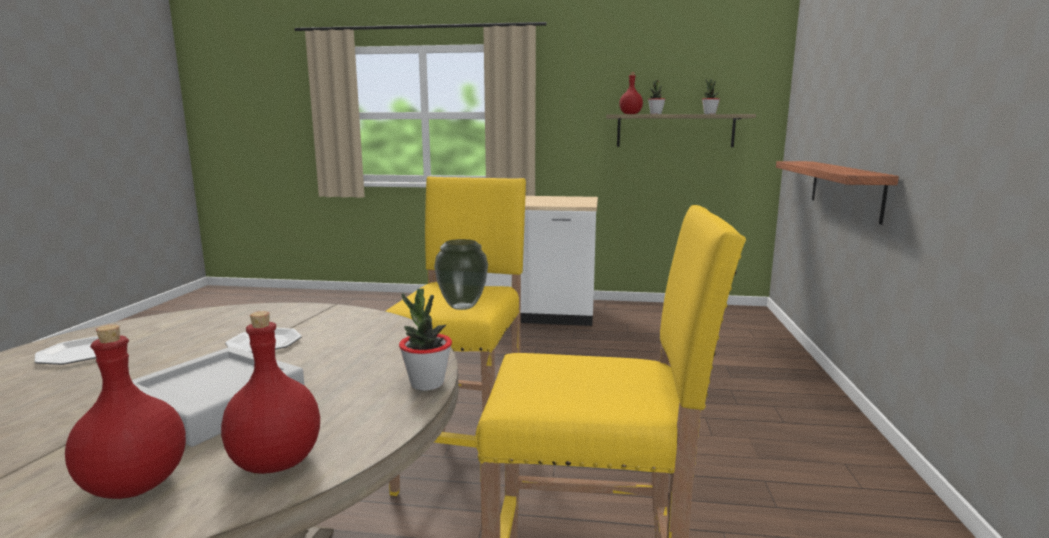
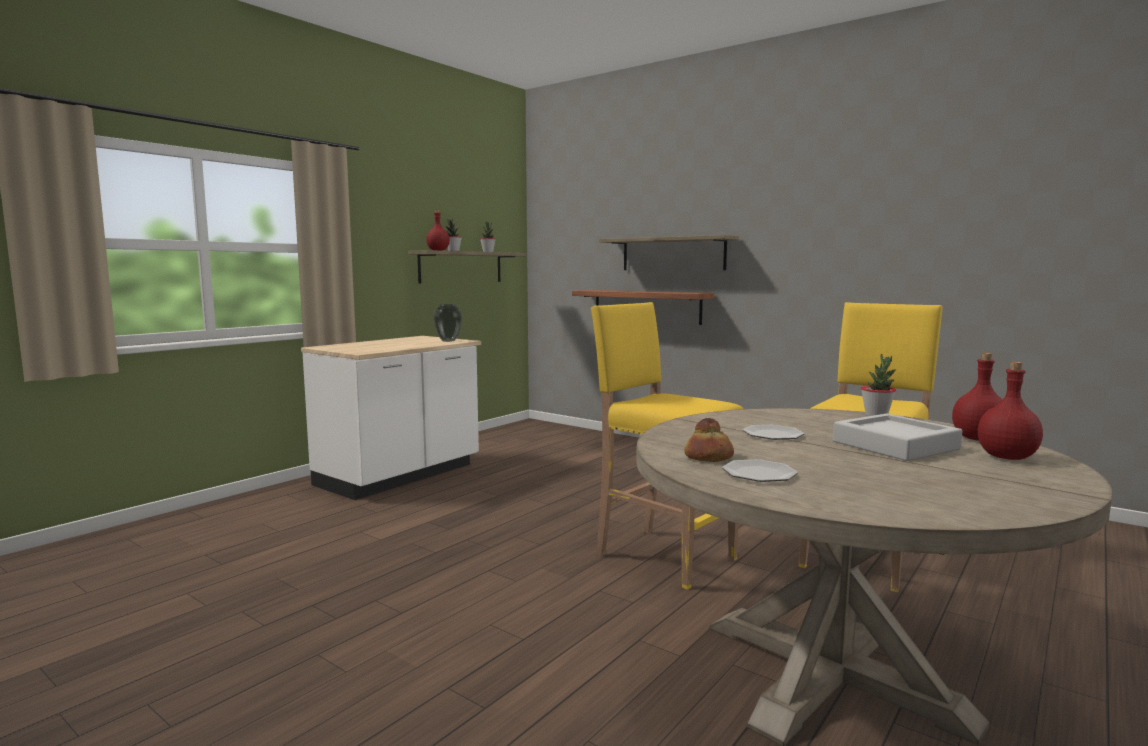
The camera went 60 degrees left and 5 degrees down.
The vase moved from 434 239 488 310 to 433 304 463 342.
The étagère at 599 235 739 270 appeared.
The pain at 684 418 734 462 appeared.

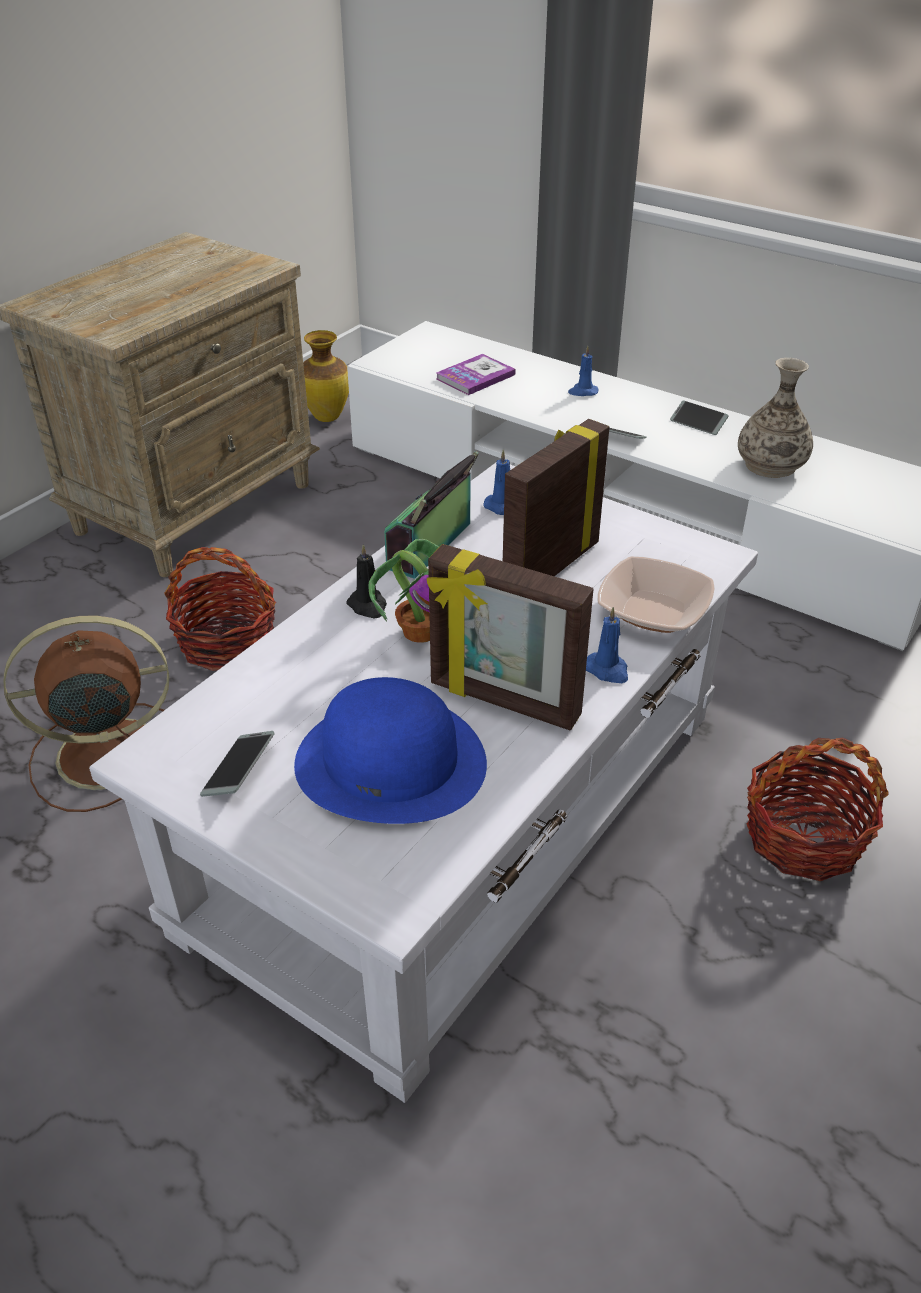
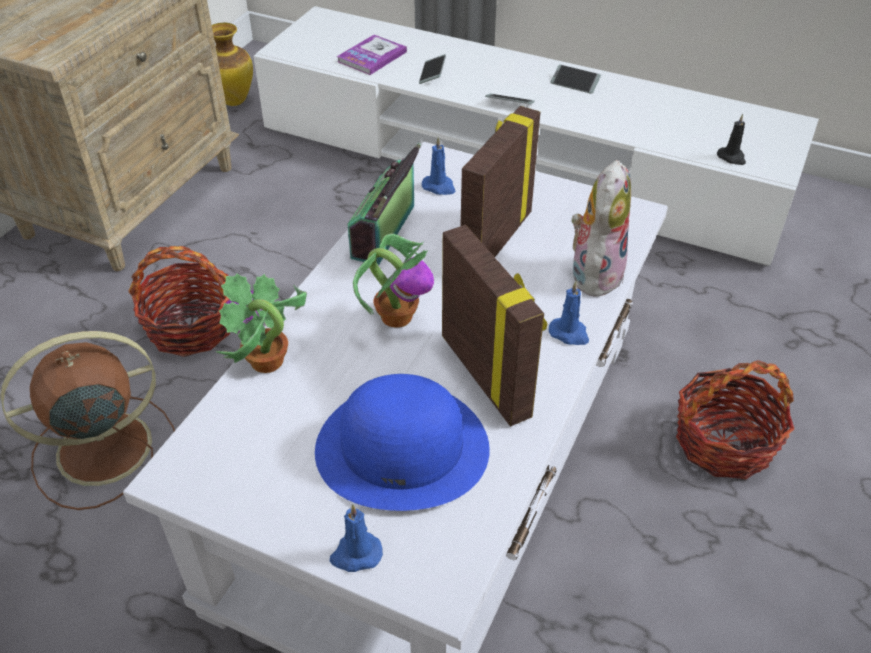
The camera went 10 degrees left and 5 degrees up.
The plante en pot at 215 273 307 373 appeared.
The bougie/bleu moved from 568 346 598 396 to 330 504 383 572.
The téléphone moved from 200 731 275 797 to 419 54 446 84.
The cadre photo at 427 544 593 731 turned 135 degrees counterclockwise.
The bol at 598 556 715 633 was replaced by the peluche at 571 160 631 297.
The bougie/noir moved from 346 544 387 619 to 717 114 746 165.
The vase at 738 358 813 478 disappeared.

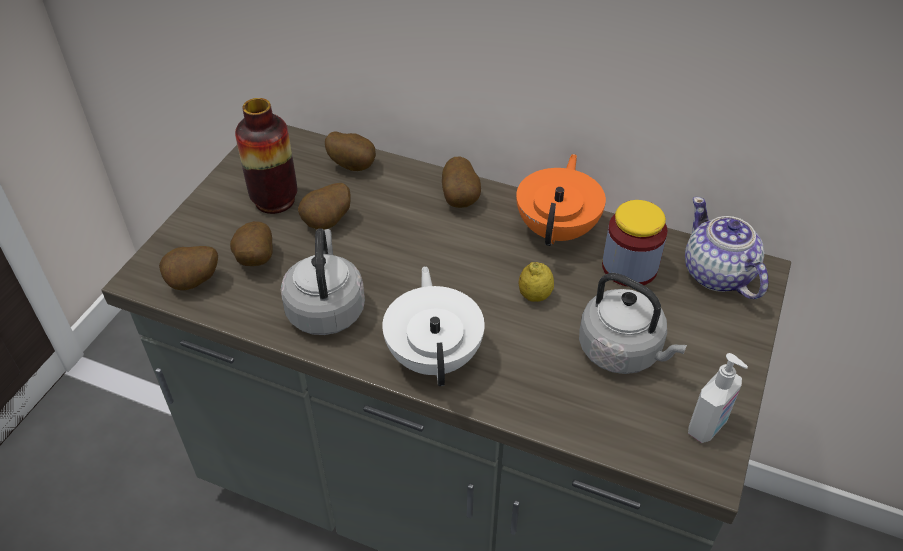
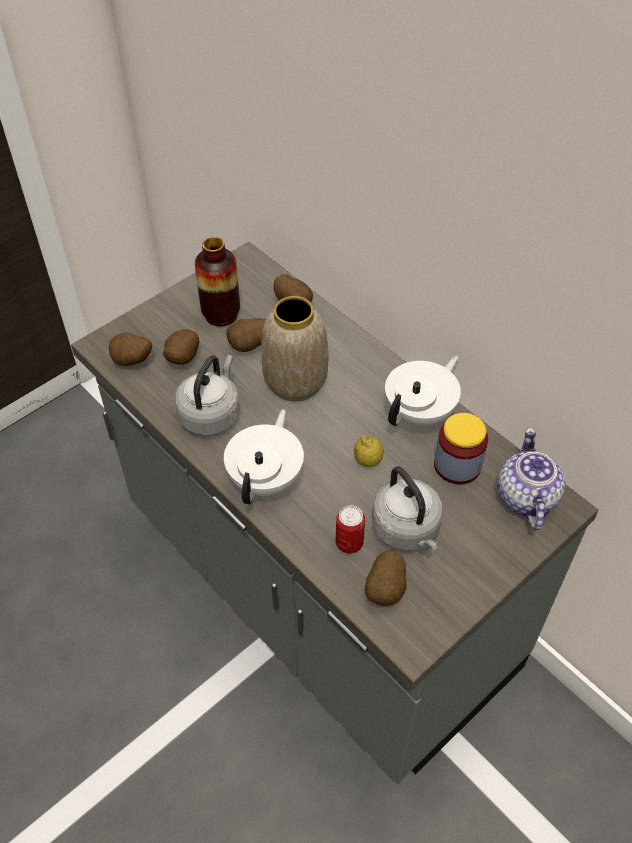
The camera went 25 degrees right and 5 degrees up.
The vase at 261 296 328 402 appeared.
The boîte métallique at 336 505 365 554 appeared.
The pomme de terre moved from 442 156 481 208 to 365 550 407 606.
The théière/orange at 516 154 606 246 became the théière/blanc at 385 356 461 427.
The distributeur de savon at 688 353 748 443 disappeared.

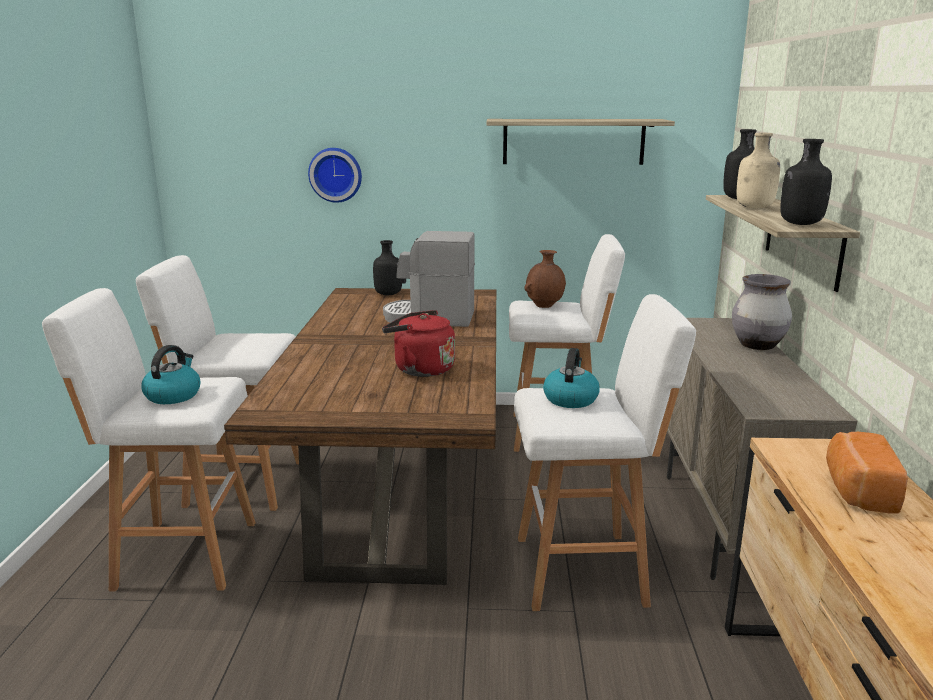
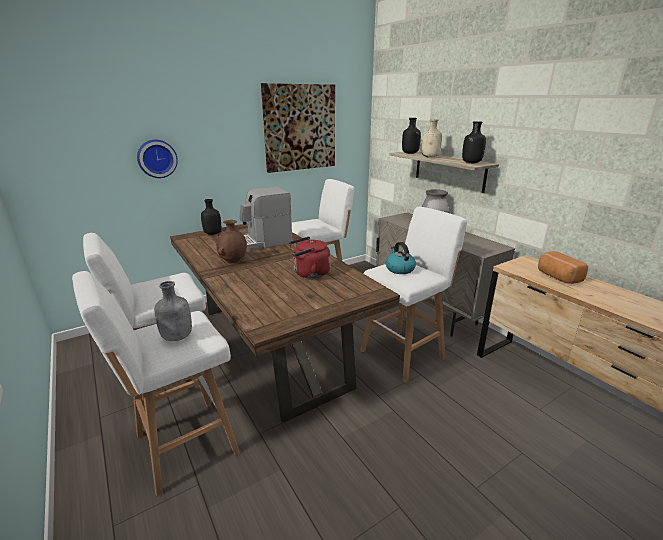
The camera went 35 degrees left and 5 degrees up.
The bouilloire at 141 345 200 404 was replaced by the bouteille/gris at 154 281 192 341.
The vase/marron moved from 524 250 566 308 to 216 220 247 264.
The étagère at 486 119 675 165 was replaced by the tableau at 261 83 335 173.

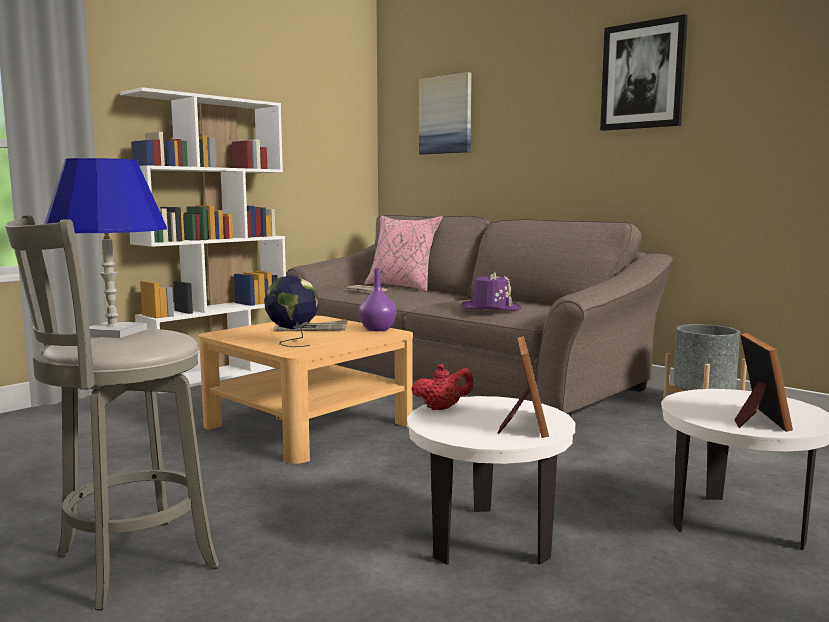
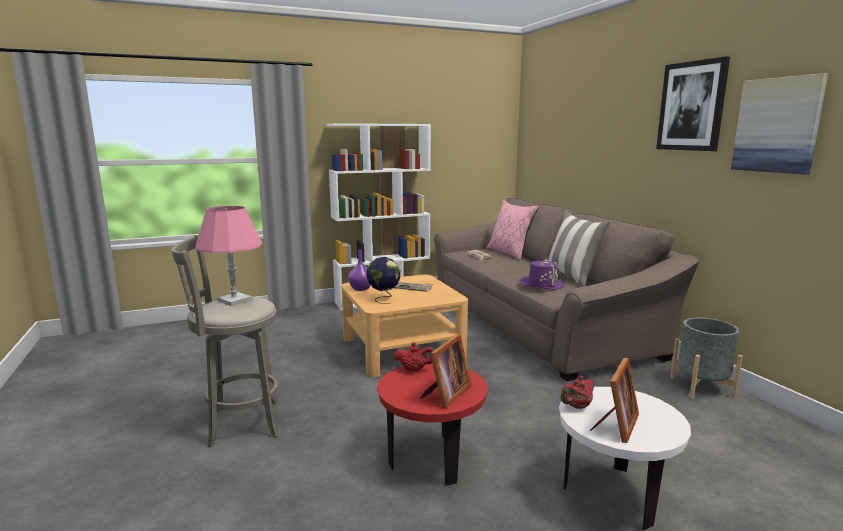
The camera went 25 degrees right and 5 degrees up.
The lampe de table/bleu at 44 158 167 338 became the lampe de table/rose at 195 206 262 306.
The vase/violet moved from 359 268 396 331 to 348 249 371 291.
The table d'appoint/blanc at 407 396 575 565 became the table d'appoint/rouge at 377 363 487 486.
The coussin at 548 211 610 287 appeared.
The théière/rouge at 561 376 594 409 appeared.
The tableau moved from 419 72 472 155 to 731 73 828 175.

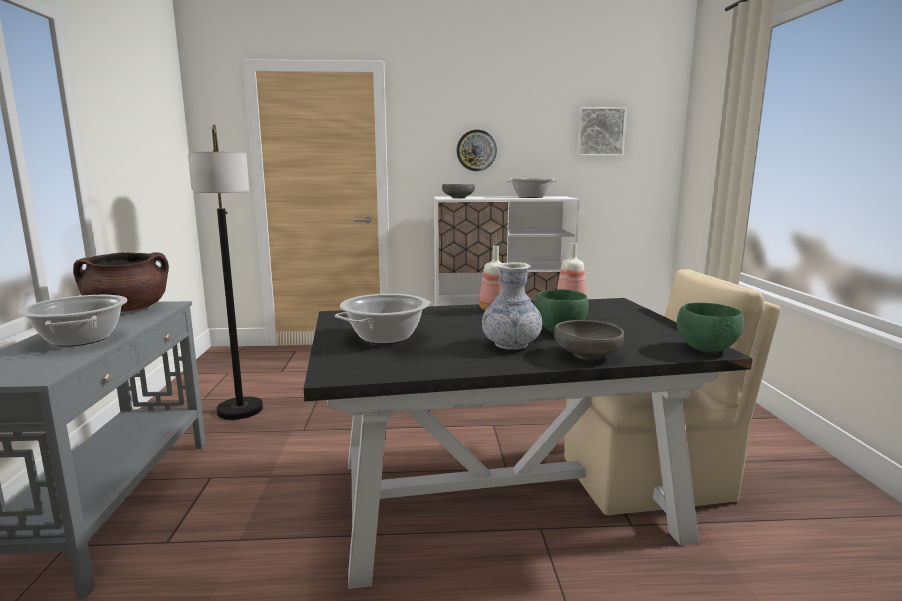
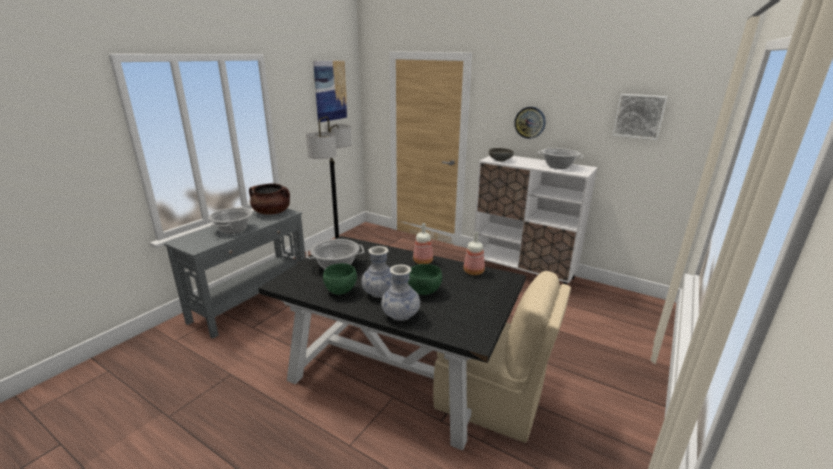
The camera went 35 degrees right and 10 degrees up.
The tableau at 313 61 348 122 appeared.
The bol/vert moved from 677 303 744 352 to 323 263 357 295.
The bol/gris at 554 320 624 360 was replaced by the vase at 381 264 420 321.

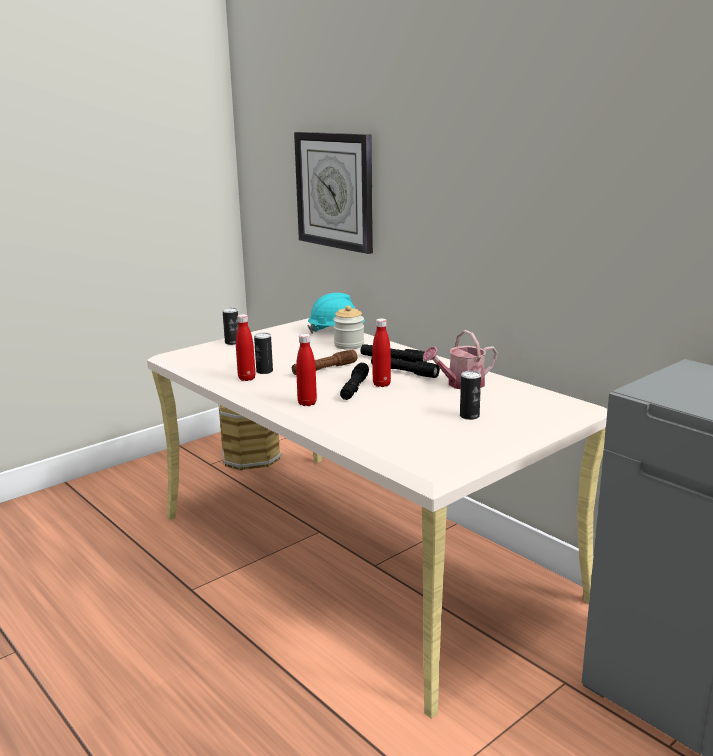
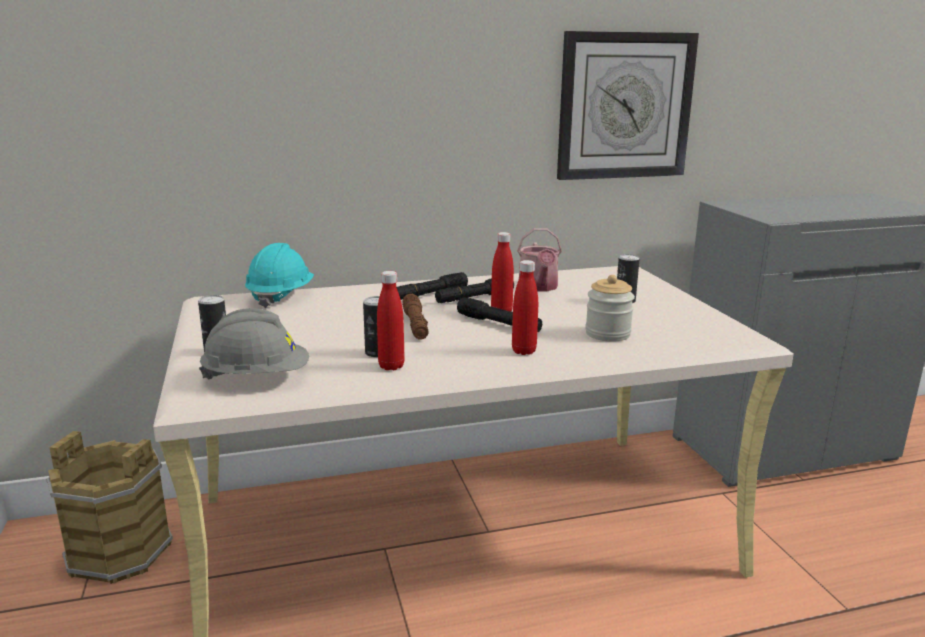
The camera went 65 degrees left and 0 degrees up.
The casque de chantier/gris at 199 308 309 380 appeared.
The horloge murale moved from 294 132 373 254 to 557 31 699 180.
The bocal moved from 333 305 364 350 to 585 275 635 342.

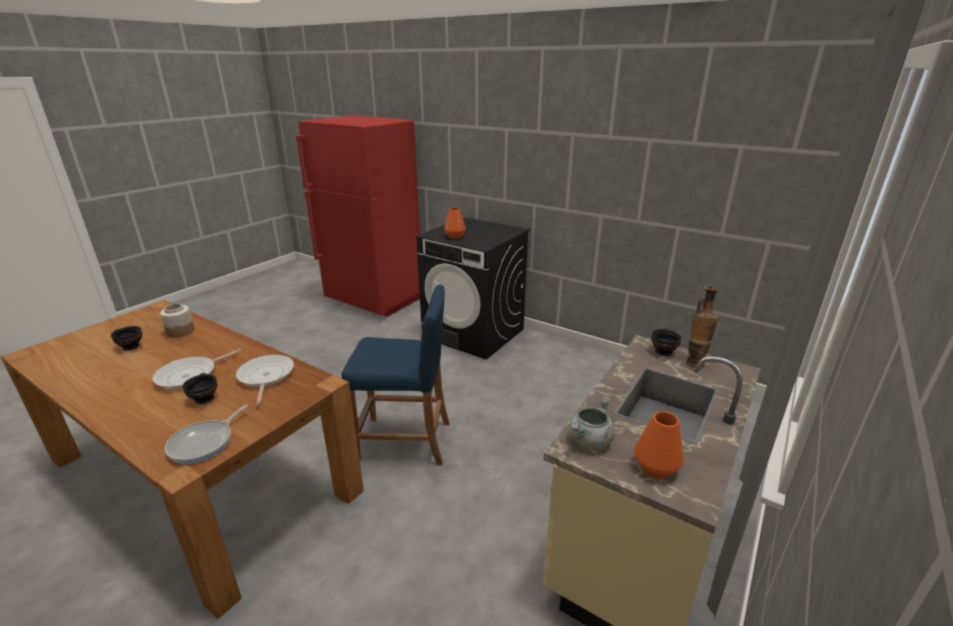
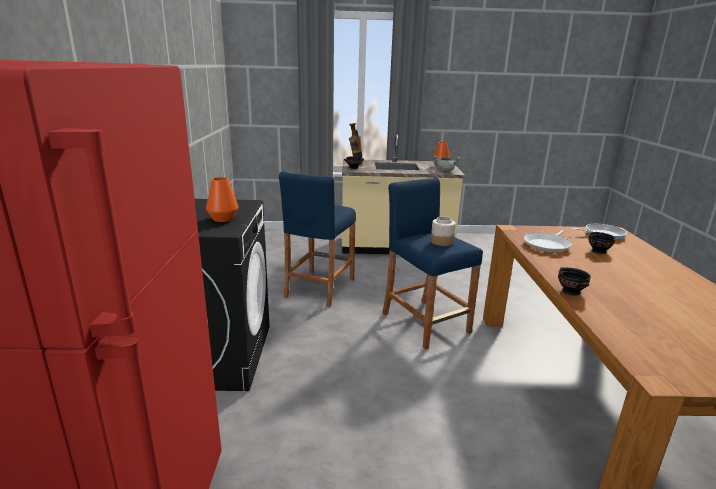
The camera went 125 degrees left and 5 degrees down.
The tabouret/bleu at 279 171 356 307 appeared.
The bocal moved from 160 303 195 337 to 431 216 456 246.
The bol/noir moved from 111 326 142 350 to 558 267 591 295.
The poêle at 152 349 241 389 disappeared.

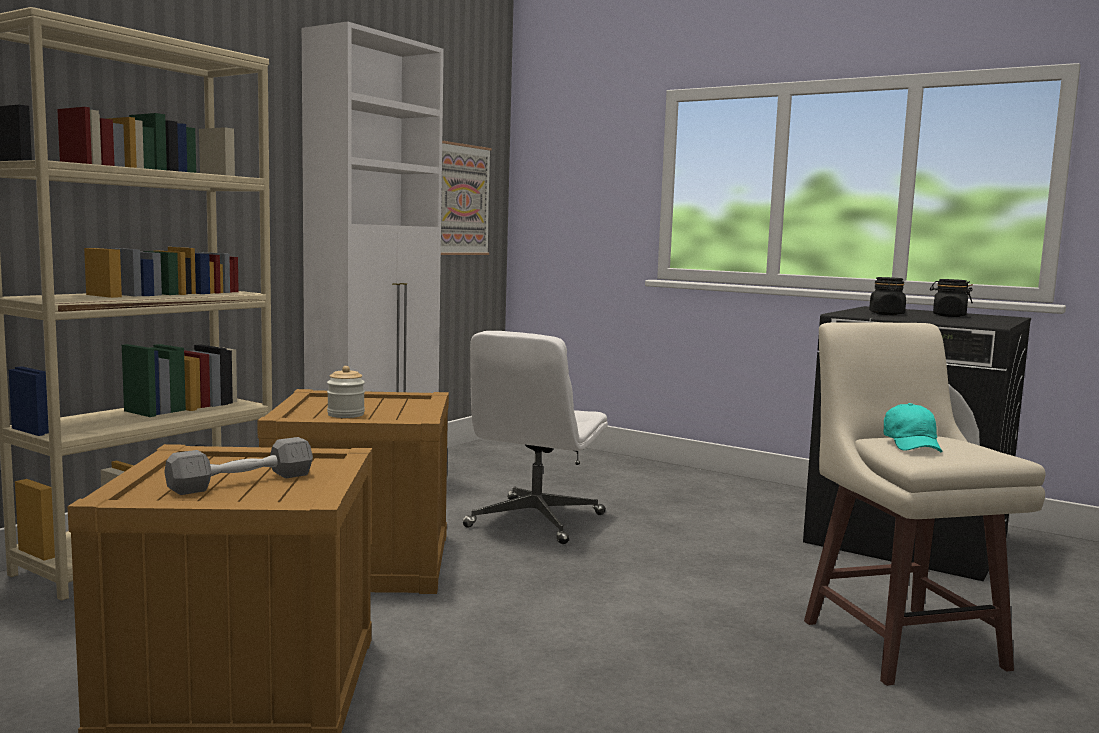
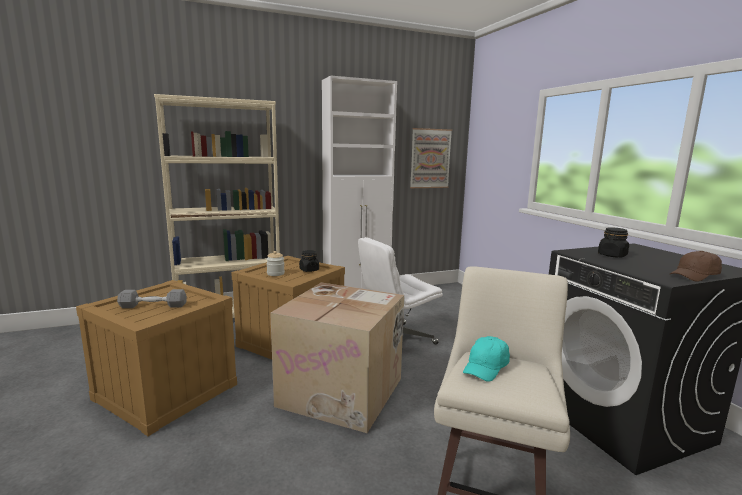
The camera went 35 degrees right and 5 degrees up.
The carton at 270 282 404 433 appeared.
The bocal/noir moved from 930 279 973 317 to 299 250 319 272.
The casquette/marron at 670 251 722 282 appeared.

